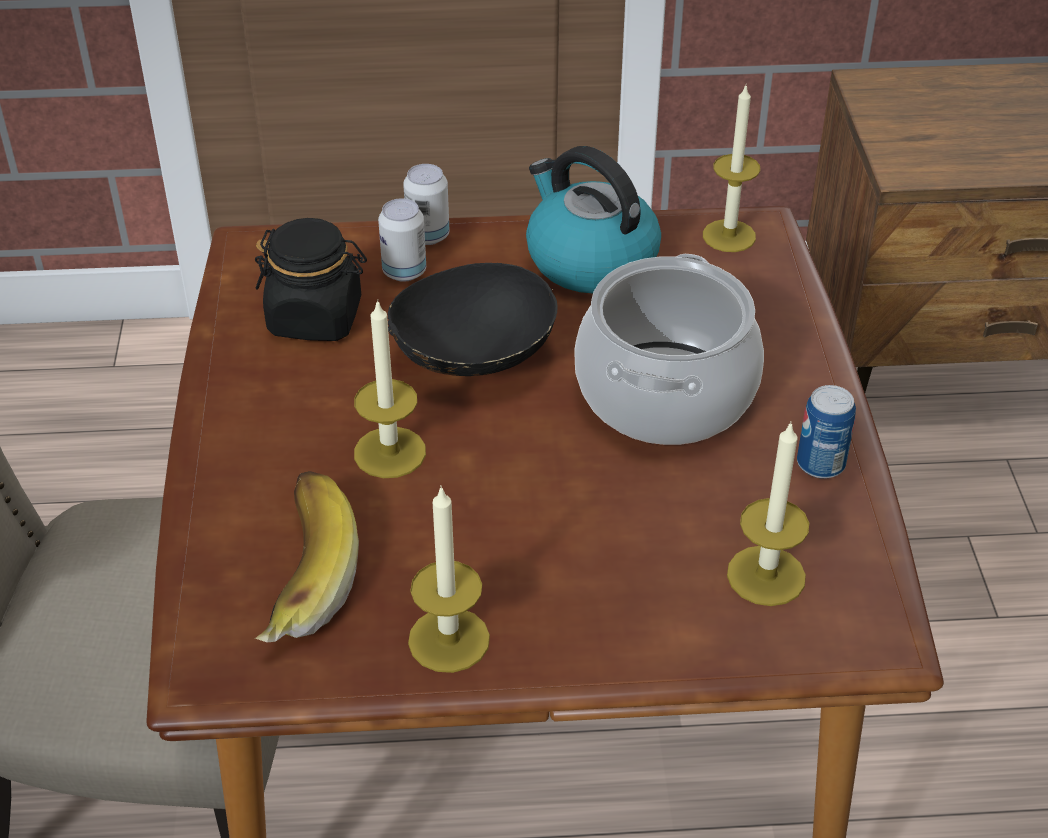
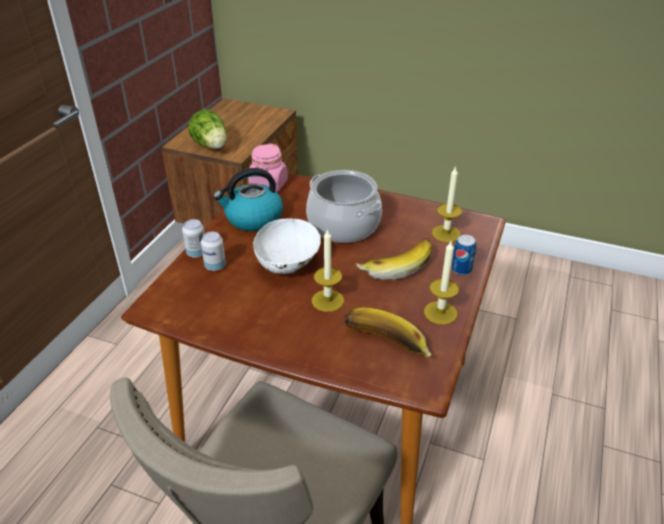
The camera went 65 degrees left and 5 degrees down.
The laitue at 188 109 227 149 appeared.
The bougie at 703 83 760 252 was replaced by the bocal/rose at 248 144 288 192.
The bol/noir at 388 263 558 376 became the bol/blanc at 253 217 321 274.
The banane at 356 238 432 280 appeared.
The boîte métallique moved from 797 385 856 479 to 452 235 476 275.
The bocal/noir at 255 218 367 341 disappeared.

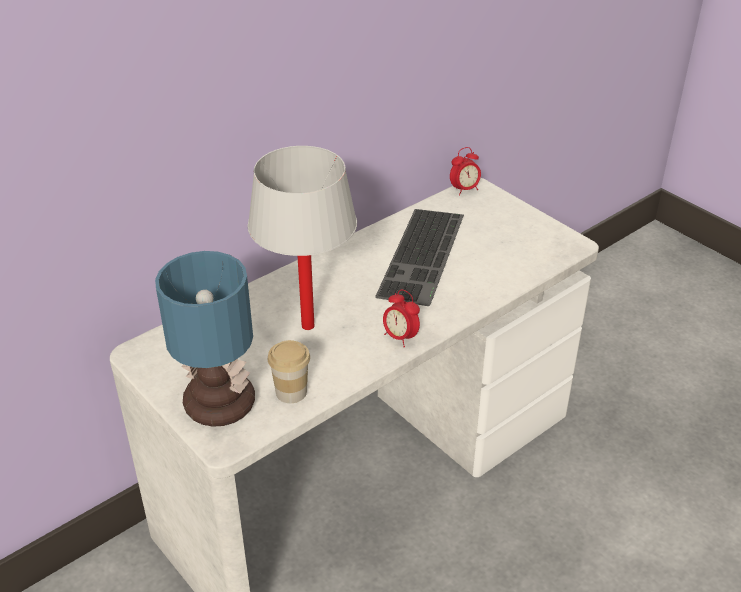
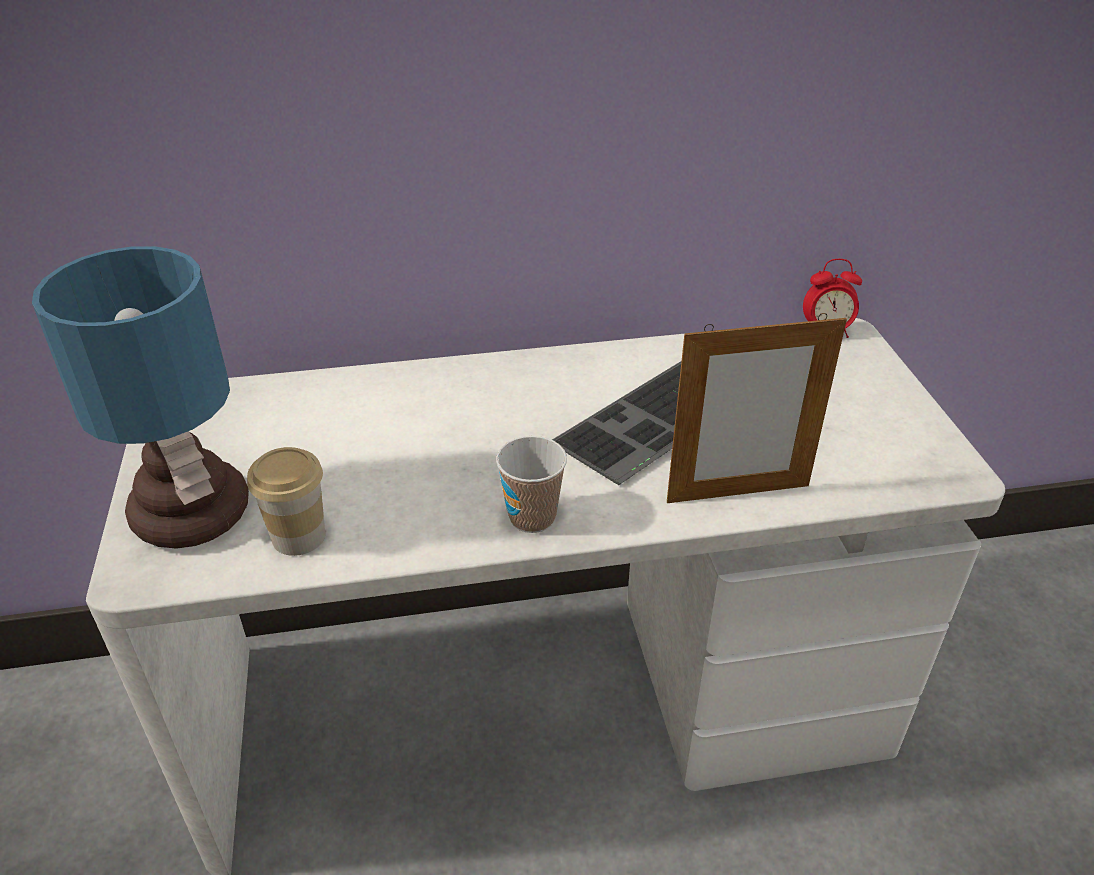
The camera went 30 degrees right and 0 degrees up.
The réveil at 383 290 420 347 was replaced by the tasse at 496 436 567 533.
The cadre photo at 667 313 847 503 appeared.
The lampe de table/blanc at 248 146 357 330 disappeared.

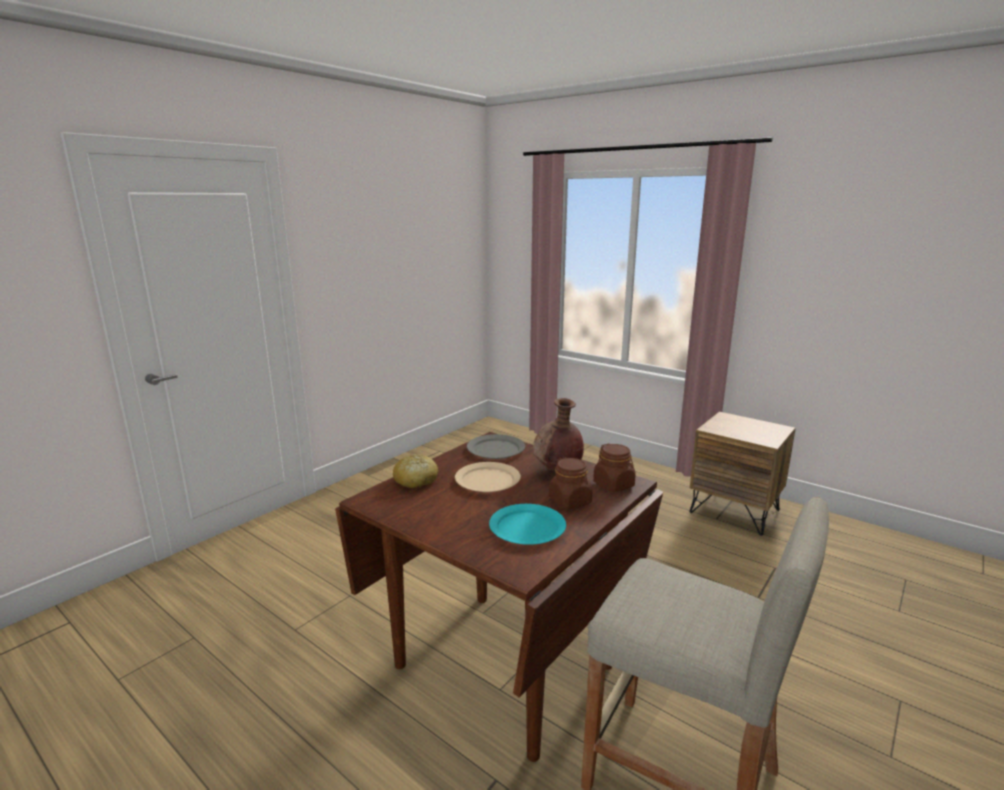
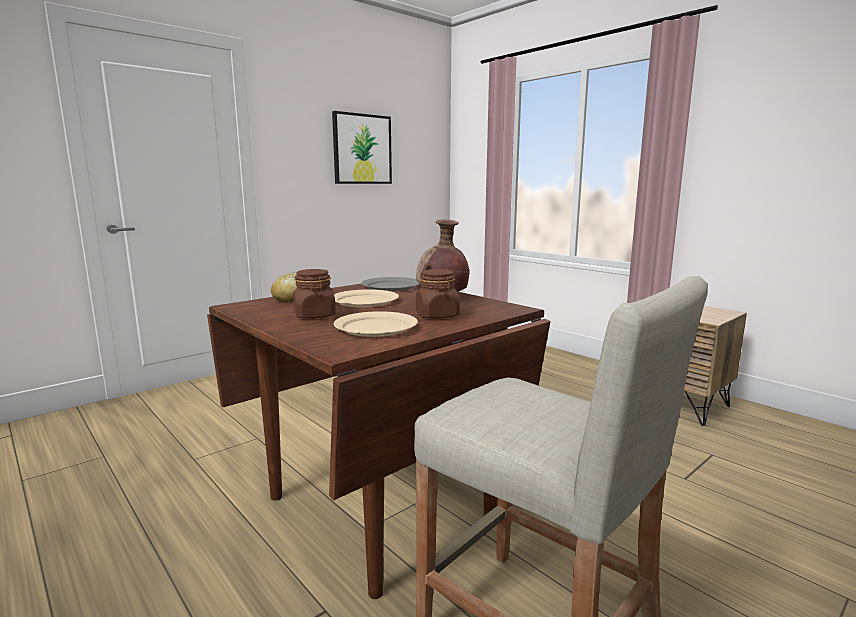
The camera went 10 degrees right and 5 degrees down.
The bocal/marron moved from 593 443 636 492 to 293 269 336 319.
The tableau at 332 111 392 184 appeared.
The assiette/turquoise at 489 504 566 545 became the assiette/beige at 334 311 418 337.

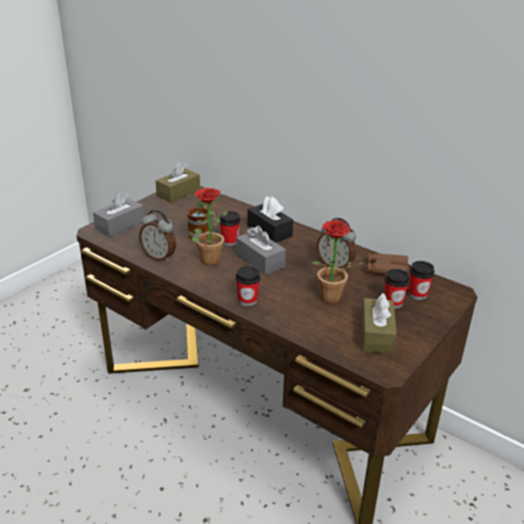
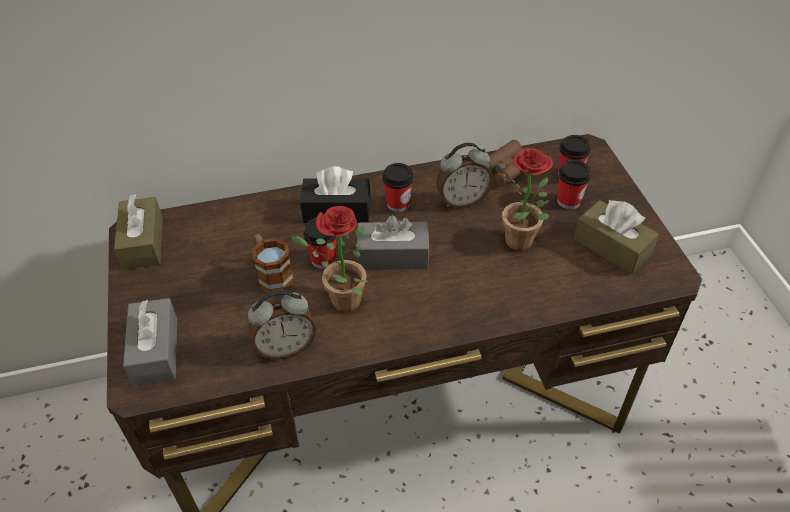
The camera went 50 degrees left and 15 degrees up.
The tasse moved from 236 266 261 306 to 383 163 414 212.

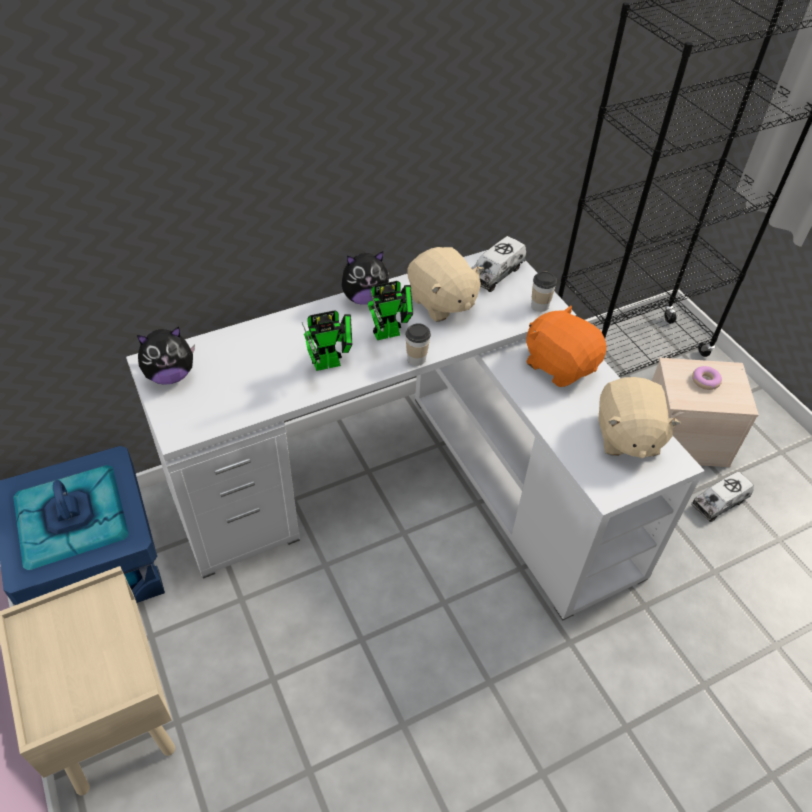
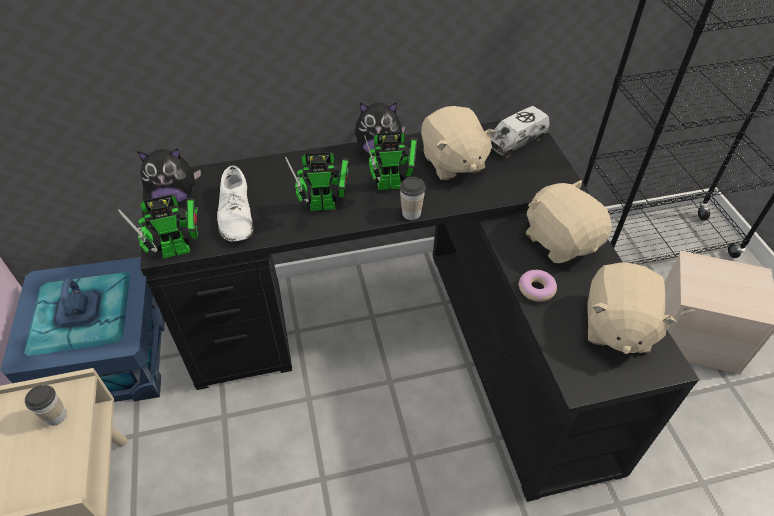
The camera went 15 degrees right and 0 degrees up.
The tasse moved from 531 272 557 312 to 25 385 67 426.
The robot jouet at 118 195 198 259 appeared.
The bureau/blanc at 126 250 705 621 became the bureau/noir at 140 121 699 502.
The chaussure/blanc at 217 165 254 242 appeared.
The beignet moved from 692 366 722 390 to 518 270 557 302.
The peluche/orange at 526 306 607 387 became the peluche/beige at 526 180 612 263.
The camion jouet at 691 471 754 522 disappeared.

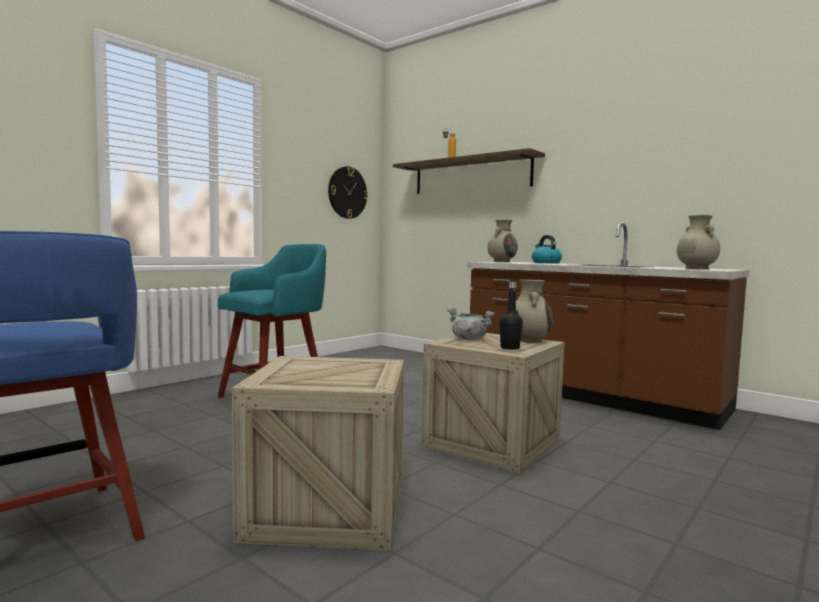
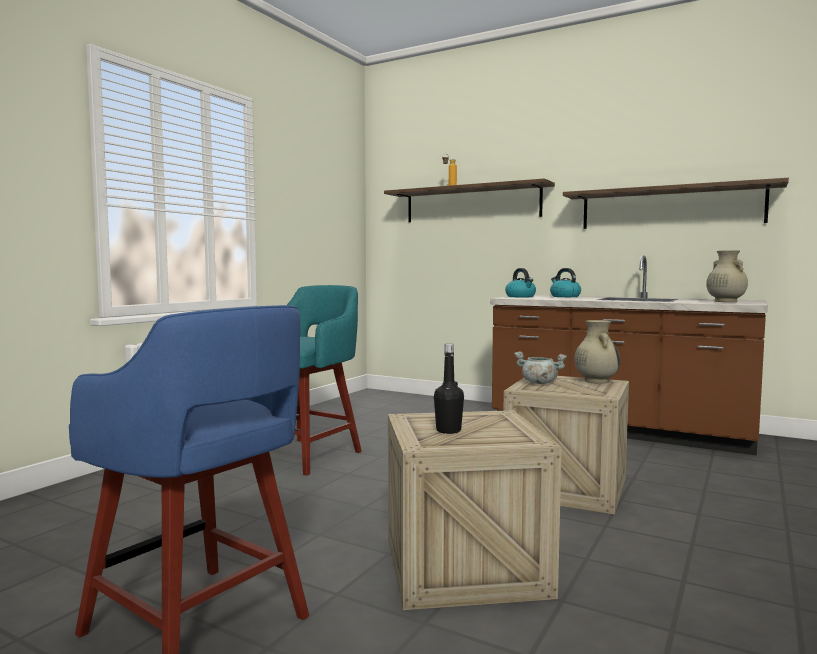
The camera went 10 degrees left and 0 degrees up.
The bouteille/noir moved from 499 282 523 350 to 434 344 464 434.
The vase/beige at 487 220 518 262 was replaced by the bouilloire at 505 268 536 297.
The étagère at 563 178 789 229 appeared.
The horloge murale at 328 166 368 219 disappeared.

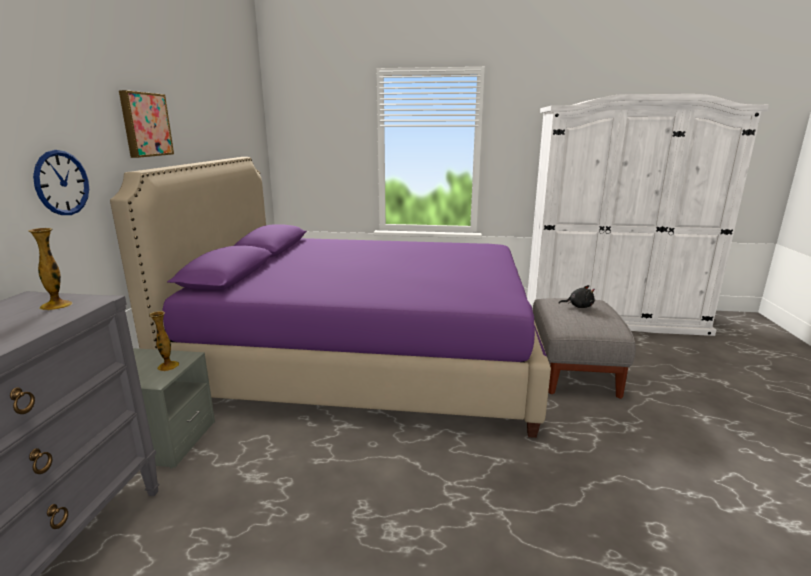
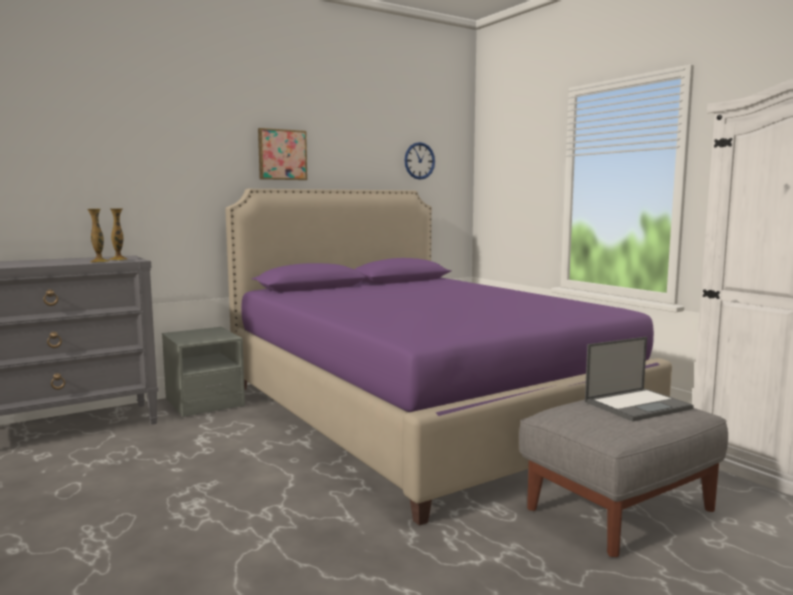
The camera went 50 degrees right and 10 degrees down.
The vase moved from 149 311 179 371 to 87 209 109 263.
The horloge murale moved from 33 150 89 215 to 404 142 435 180.
The peluche/noir at 559 285 595 308 was replaced by the ordinateur portable at 585 337 694 422.

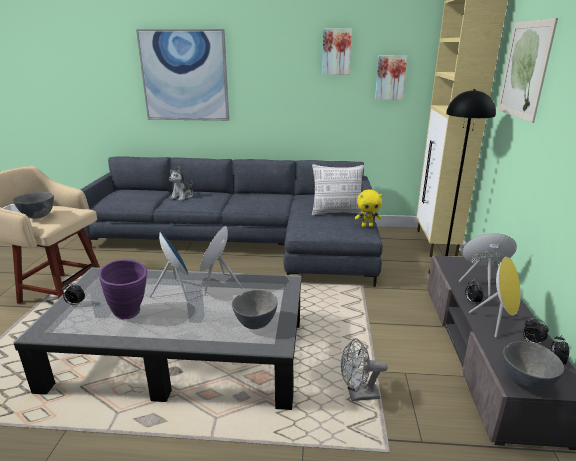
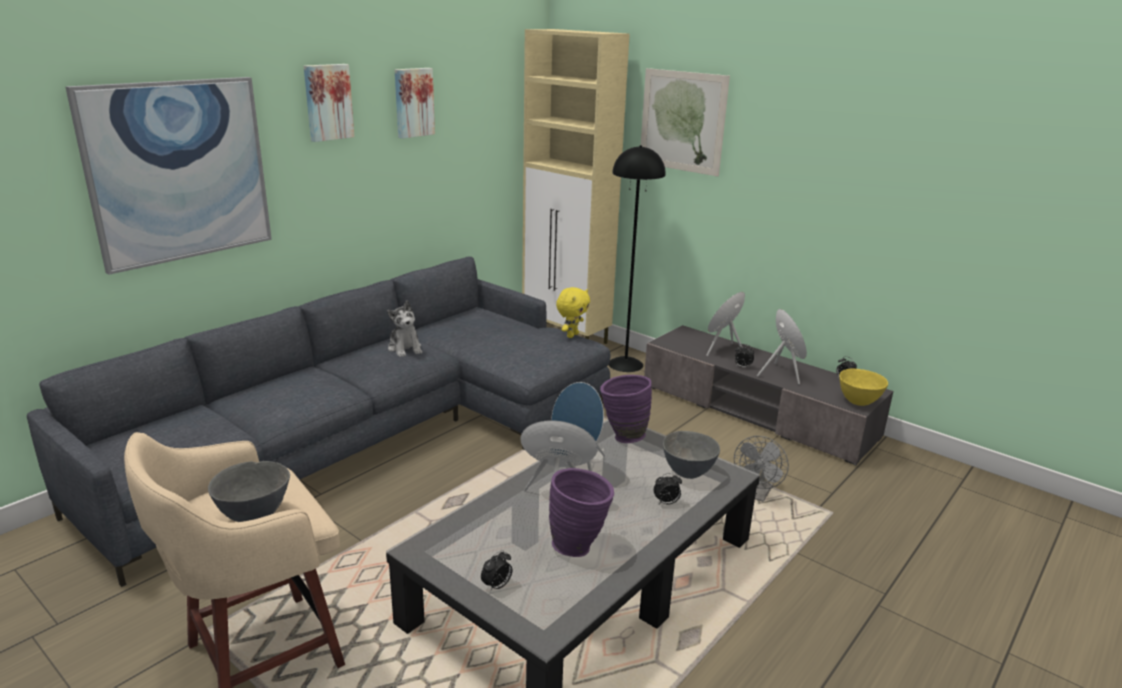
The camera went 55 degrees left and 0 degrees up.
The tableau moved from 375 56 407 100 to 304 64 354 142.
The peluche moved from 169 167 193 201 to 387 301 422 357.
The vase/violet at 600 375 652 443 appeared.
The réveil moved from 523 318 549 345 to 653 473 682 505.
The bol/gris at 503 341 564 390 became the bol/jaune at 839 368 888 406.
The coussin at 312 164 364 216 disappeared.

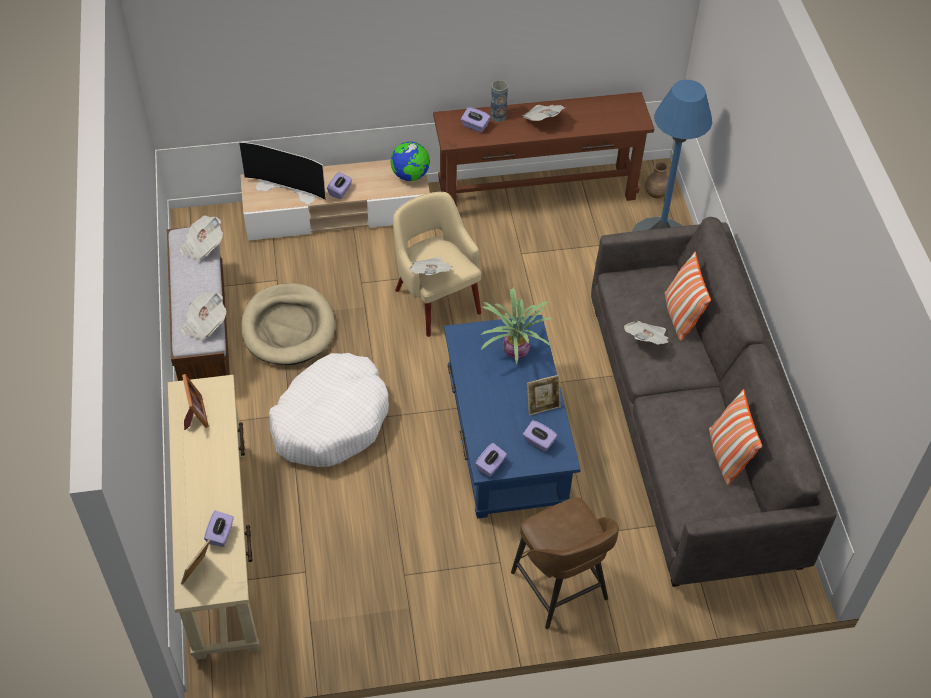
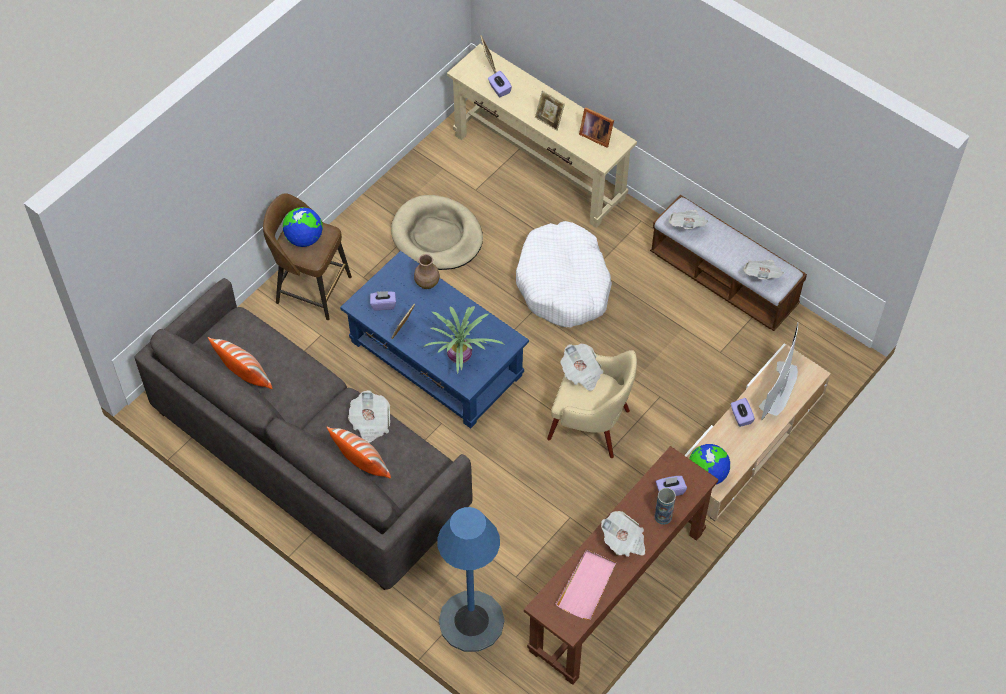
The camera went 140 degrees right and 5 degrees up.
The globe at 283 207 323 247 appeared.
The panier pour chien/beige moved from 241 283 335 365 to 391 195 483 270.
The vase/marron moved from 645 162 669 198 to 414 254 440 289.
The cadre photo at 535 90 565 131 appeared.
The plateau/rose at 556 550 616 620 appeared.
The téléviseur at 239 142 326 205 turned 45 degrees counterclockwise.
The boîte à mouchoirs/violet at 475 443 507 477 disappeared.

